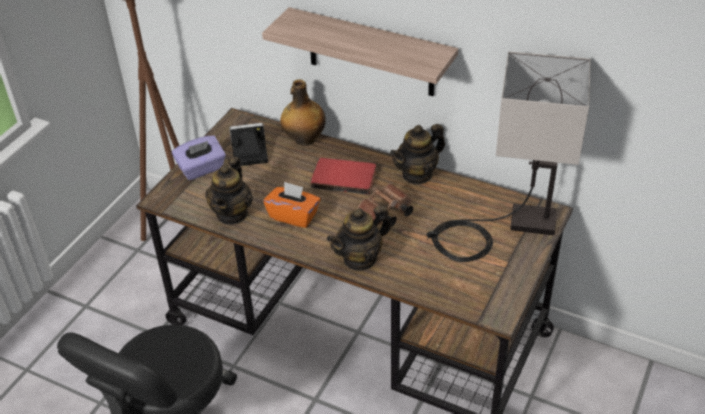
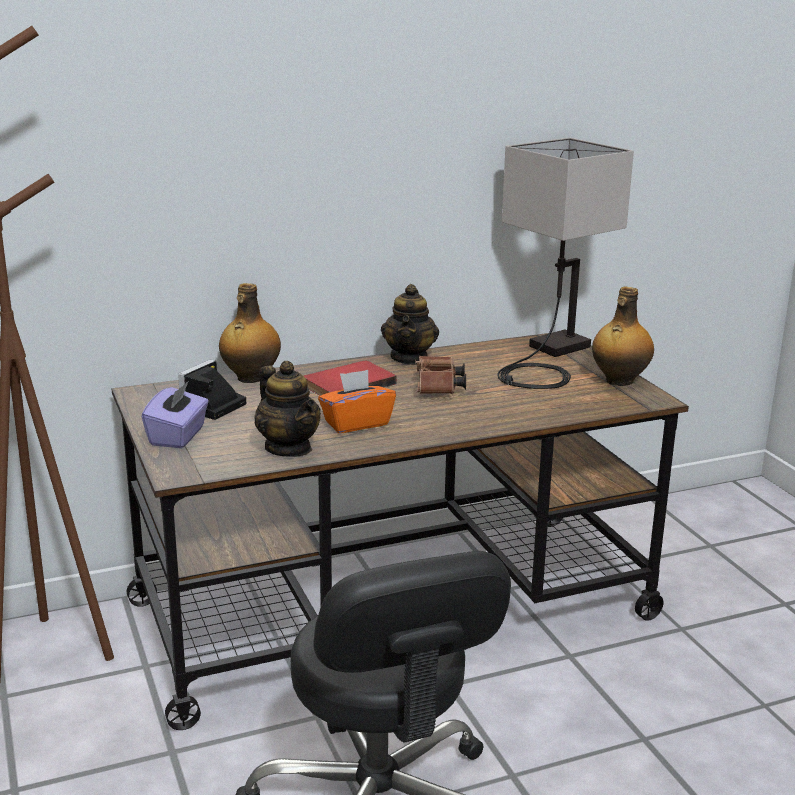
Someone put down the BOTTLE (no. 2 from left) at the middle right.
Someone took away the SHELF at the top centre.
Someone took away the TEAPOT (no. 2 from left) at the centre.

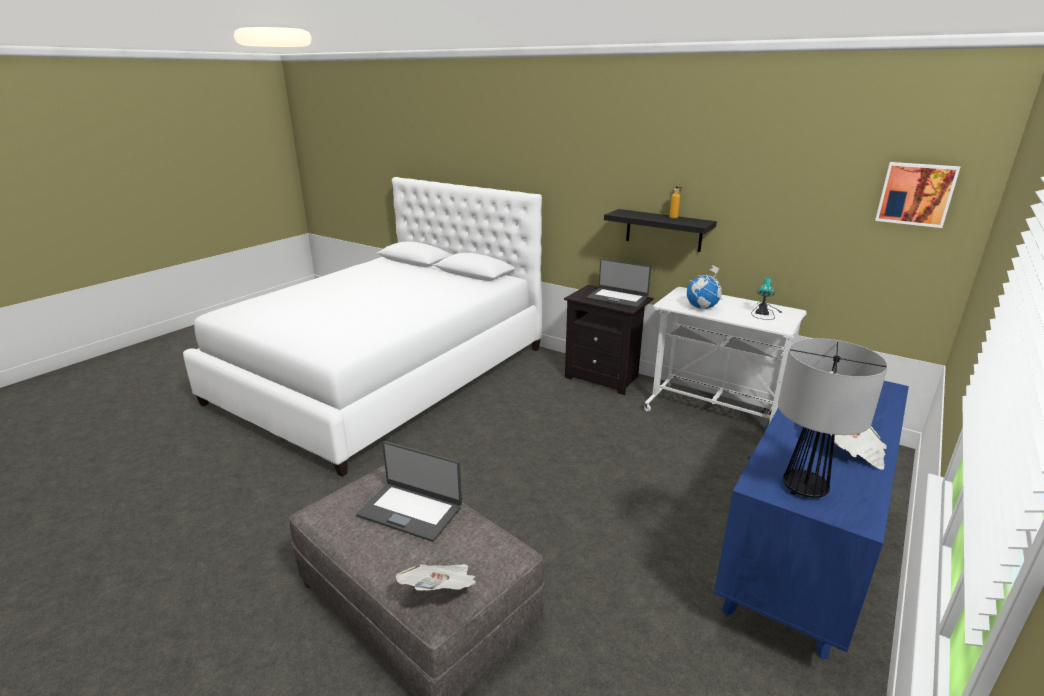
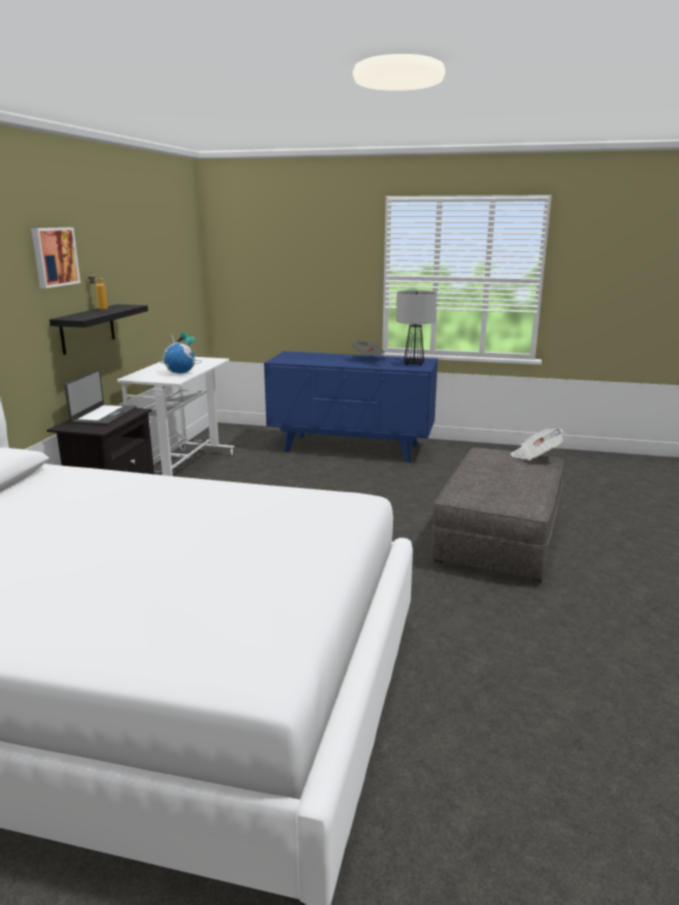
Someone carried the PICTURE from the top right to the top left.
Someone took away the LAPTOP (no. 1 from left) at the bottom centre.

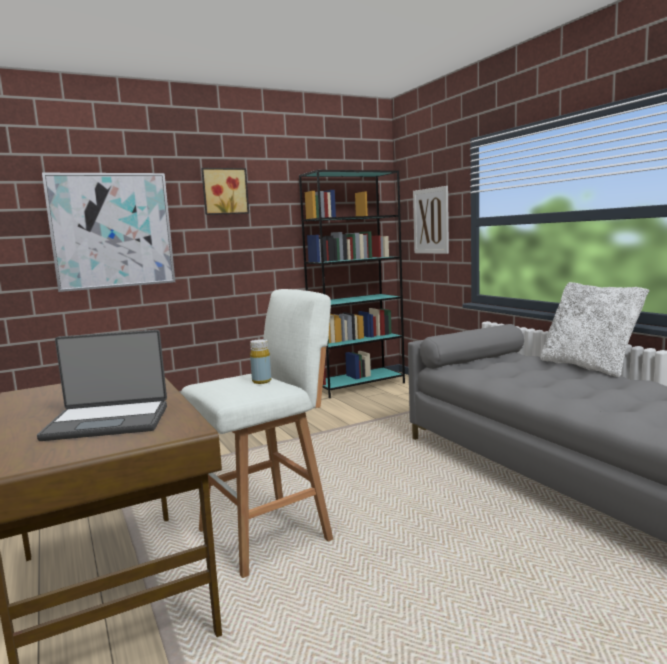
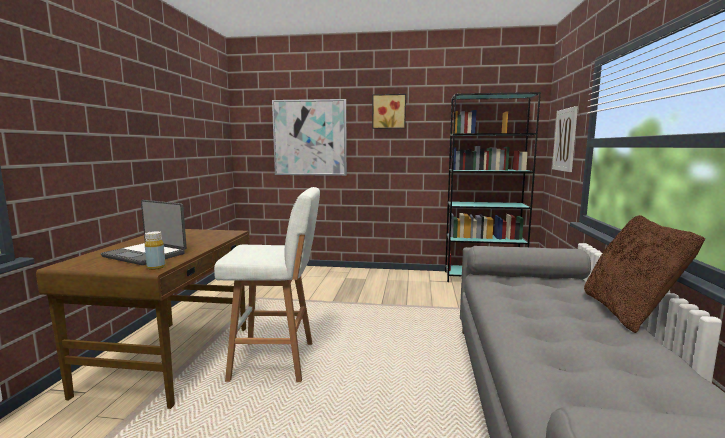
Someone carried the YELLOW BOTTLE from the centre to the middle left.
Someone repainted the WHITE PILLOW at the middle right, which became the BROWN PILLOW at the middle right.

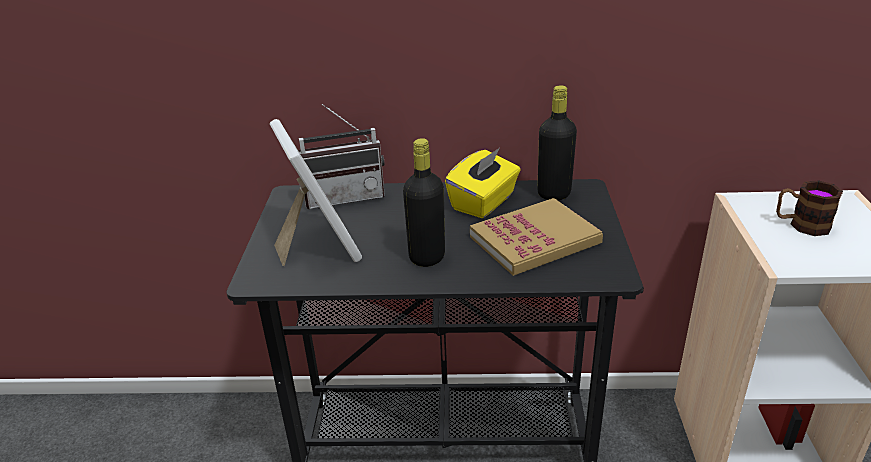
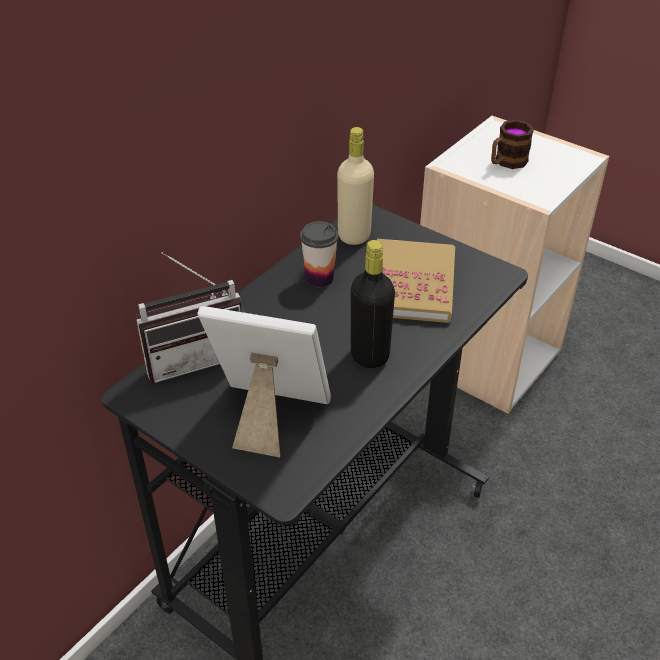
Someone rotated the RADIO at the centre by 45 degrees clockwise.
Someone swapped the YELLOW TISSUE BOX at the centre for the CUP at the centre.
Someone repainted the BLACK BOTTLE (no. 2 from left) at the top centre, which became the BEIGE BOTTLE at the top centre.

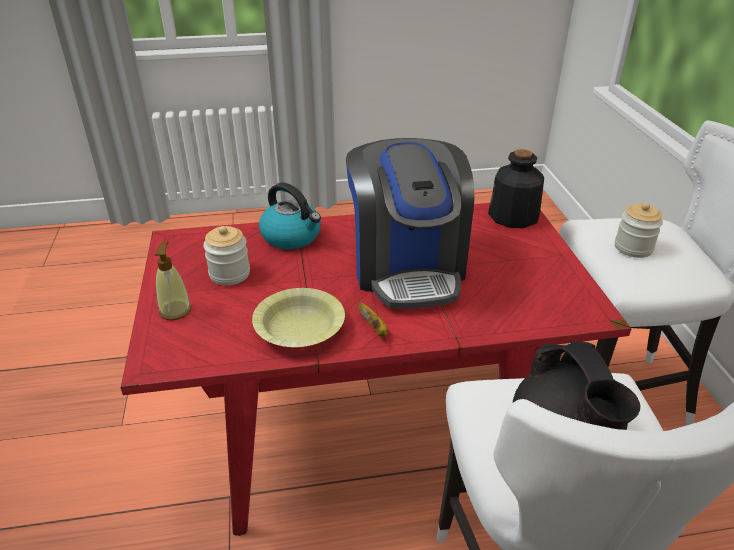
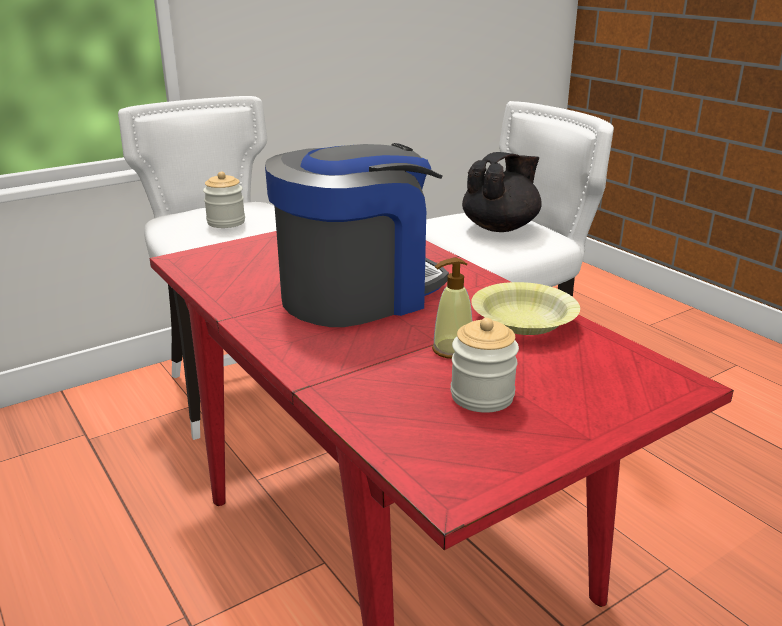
Someone carried the SOAP DISPENSER from the middle left to the centre.
Someone took away the KETTLE at the centre.
Someone took away the BANANA at the centre.
Someone took away the BOTTLE at the middle right.

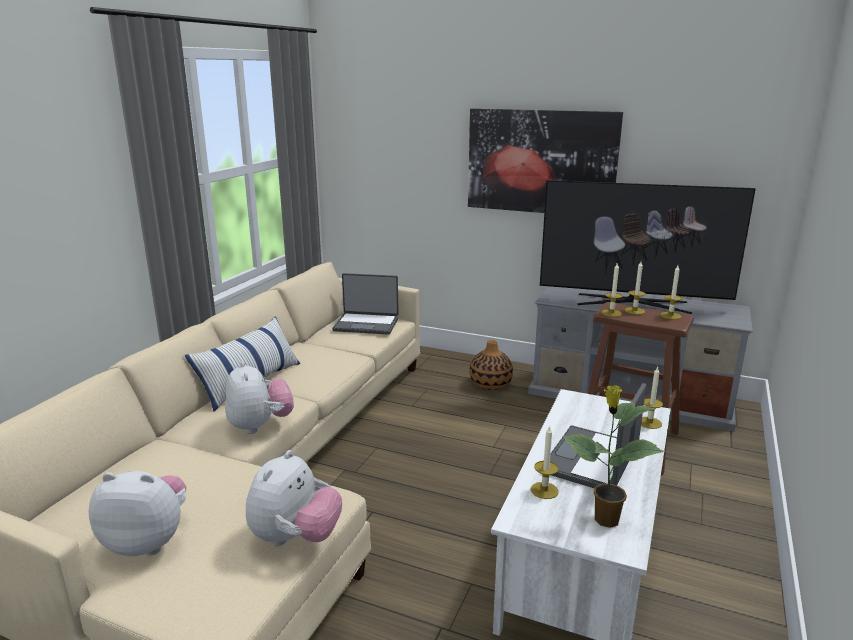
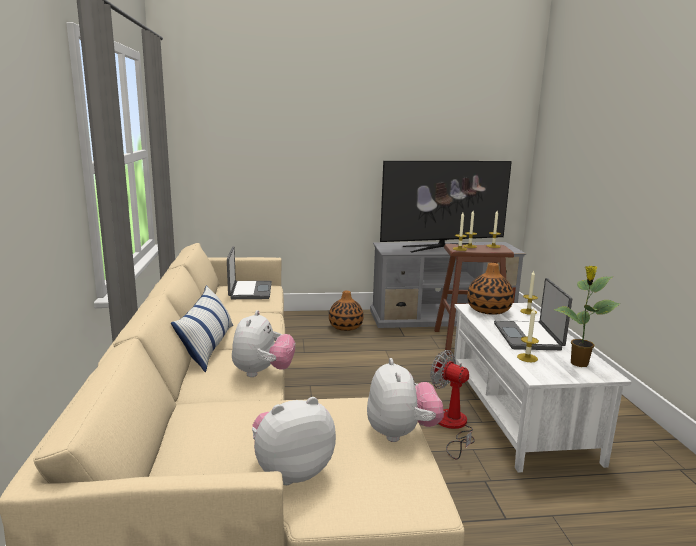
Someone rotated the LAPTOP (no. 1 from left) at the centre by 75 degrees counterclockwise.
Someone rotated the PLUSH TOY (no. 2 from left in the first image) at the middle left by 60 degrees clockwise.
Someone put down the FAN at the bottom centre.
Someone put down the VASE (no. 2 from left) at the middle right.
Someone took away the PICTURE at the top centre.

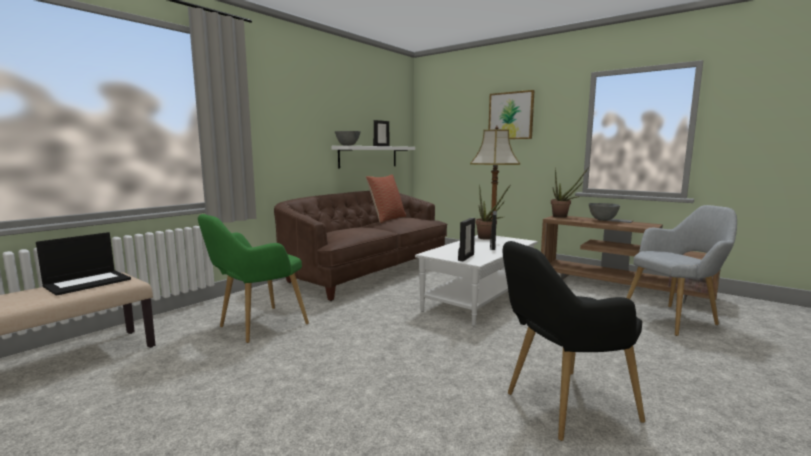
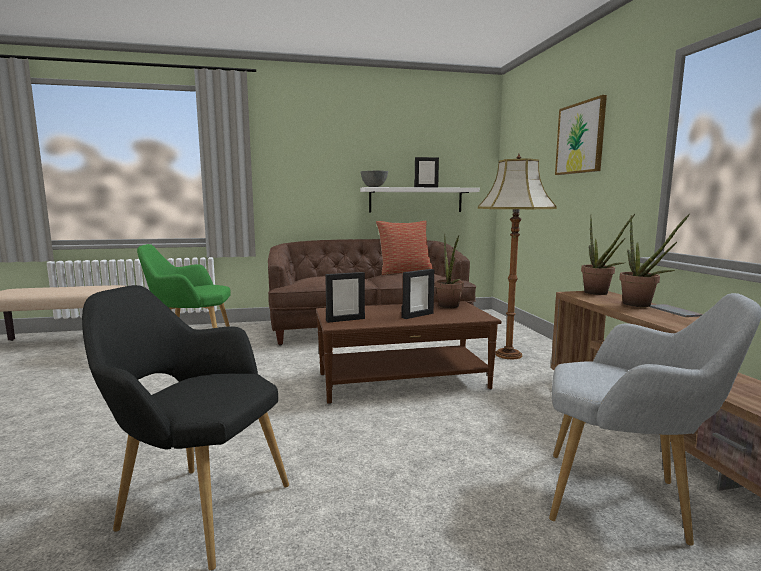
Someone repainted the WHITE COFFEE TABLE at the centre, which became the BROWN COFFEE TABLE at the centre.
Someone swapped the GREY BOWL (no. 2 from left) at the middle right for the POTTED PLANT (no. 3 from left) at the middle right.
Someone took away the LAPTOP at the middle left.

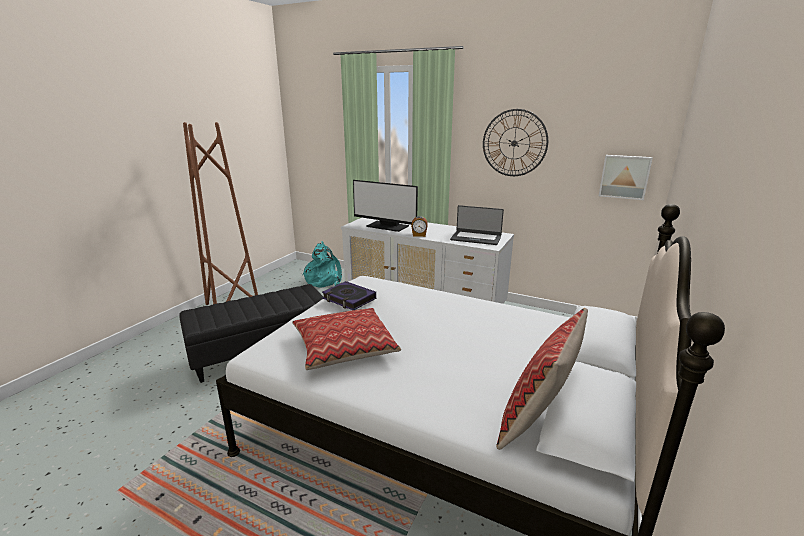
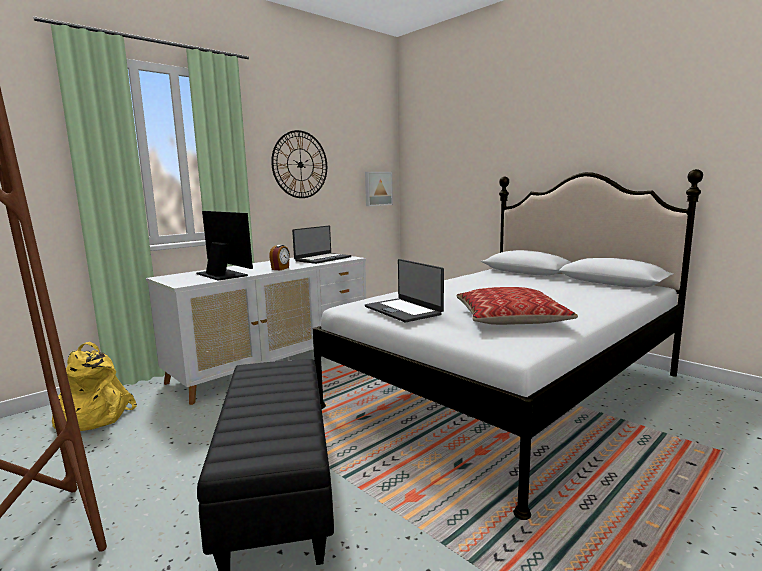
Someone repainted the TURQUOISE BACKPACK at the centre, which became the YELLOW BACKPACK at the bottom left.
Someone rotated the MONITOR at the centre by 90 degrees counterclockwise.
Someone swapped the BOOK at the centre for the LAPTOP (no. 2 from left) at the centre.
Someone took away the PILLOW (no. 2 from left) at the bottom right.

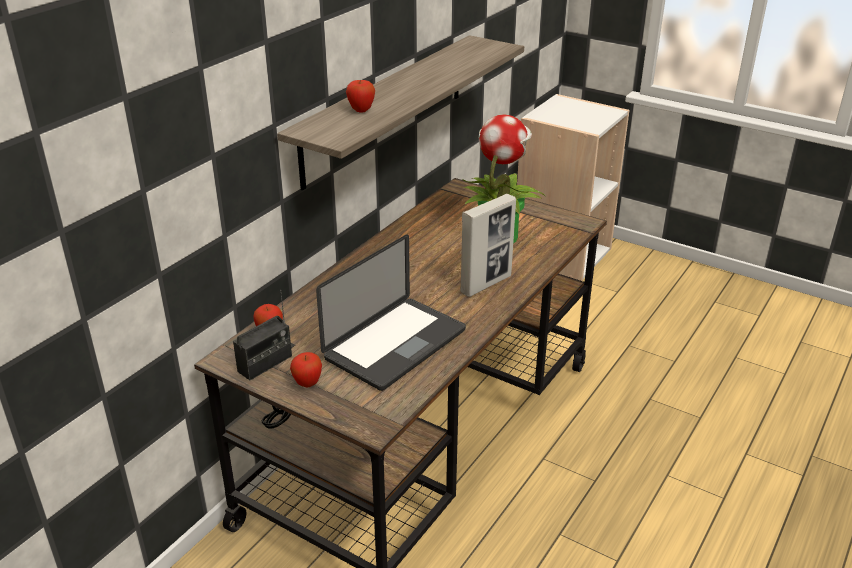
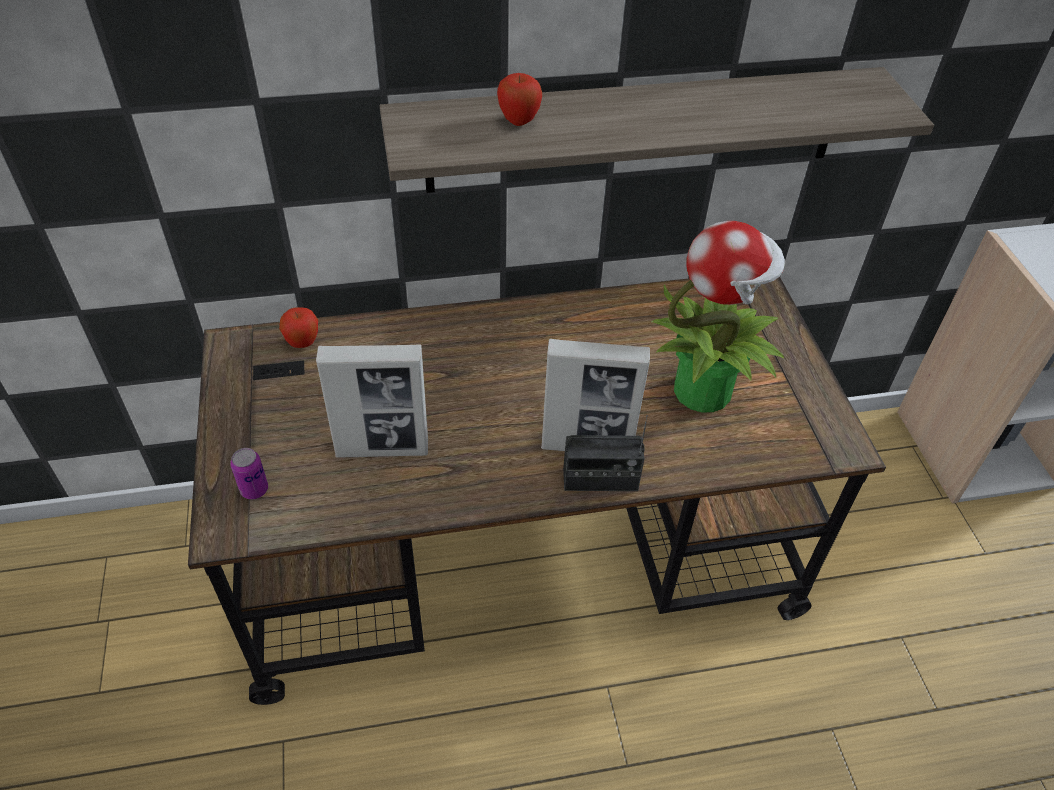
Someone put down the CAN at the middle left.
Someone swapped the LAPTOP at the centre for the PICTURE FRAME (no. 1 from left) at the centre.
Someone carried the RADIO from the middle left to the centre.
Someone took away the APPLE (no. 2 from left) at the centre.

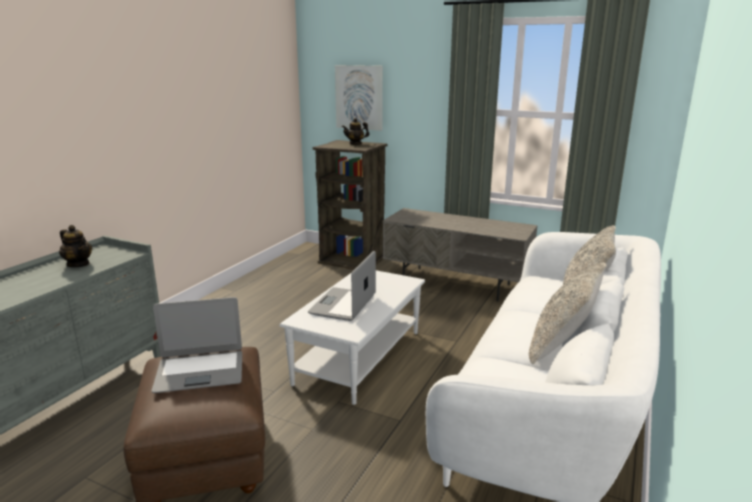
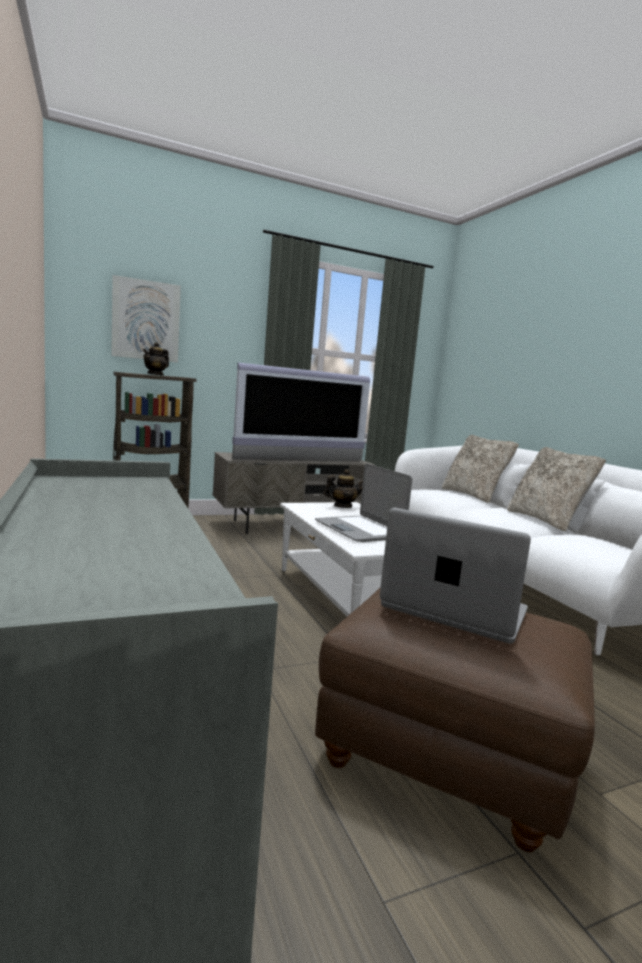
Someone put down the TELEVISION at the centre.
Someone carried the TEAPOT (no. 1 from left in the first image) from the middle left to the centre.
Someone rotated the LAPTOP (no. 1 from left in the first image) at the bottom left by 90 degrees counterclockwise.

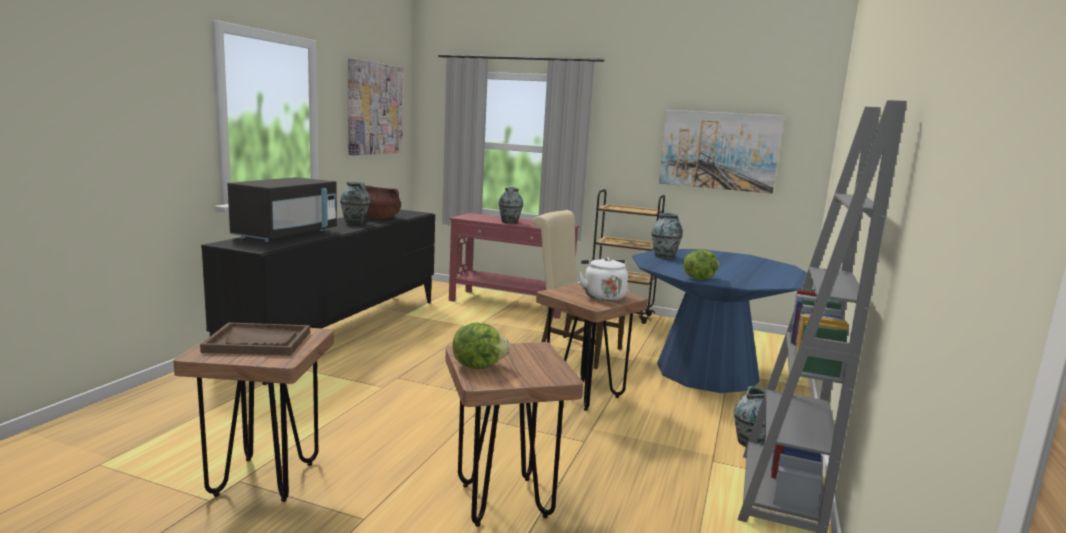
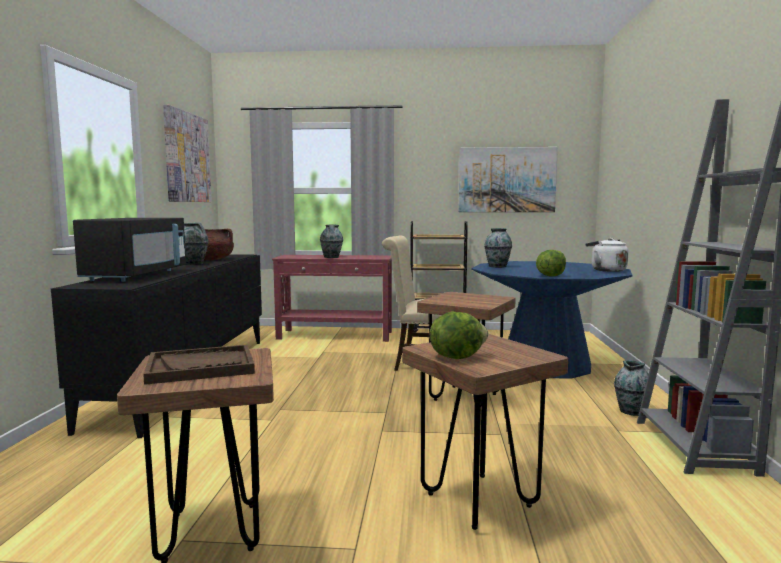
Someone carried the WHITE KETTLE from the centre to the middle right.

